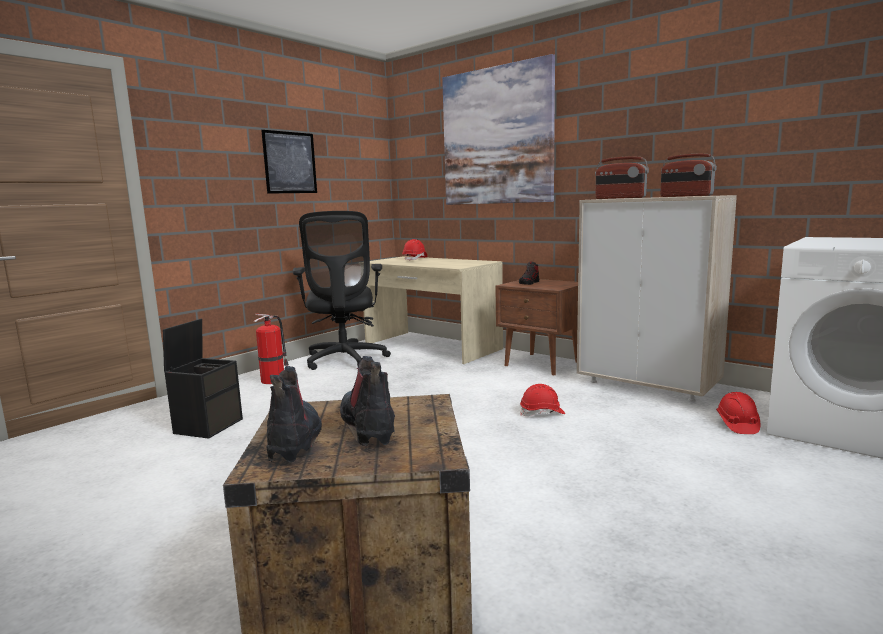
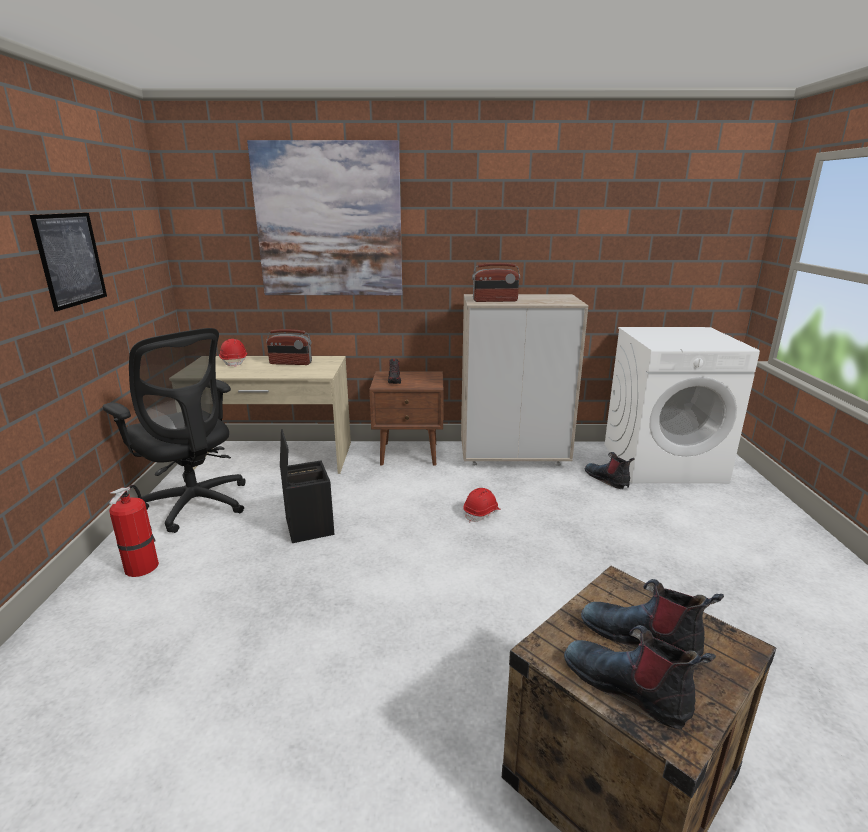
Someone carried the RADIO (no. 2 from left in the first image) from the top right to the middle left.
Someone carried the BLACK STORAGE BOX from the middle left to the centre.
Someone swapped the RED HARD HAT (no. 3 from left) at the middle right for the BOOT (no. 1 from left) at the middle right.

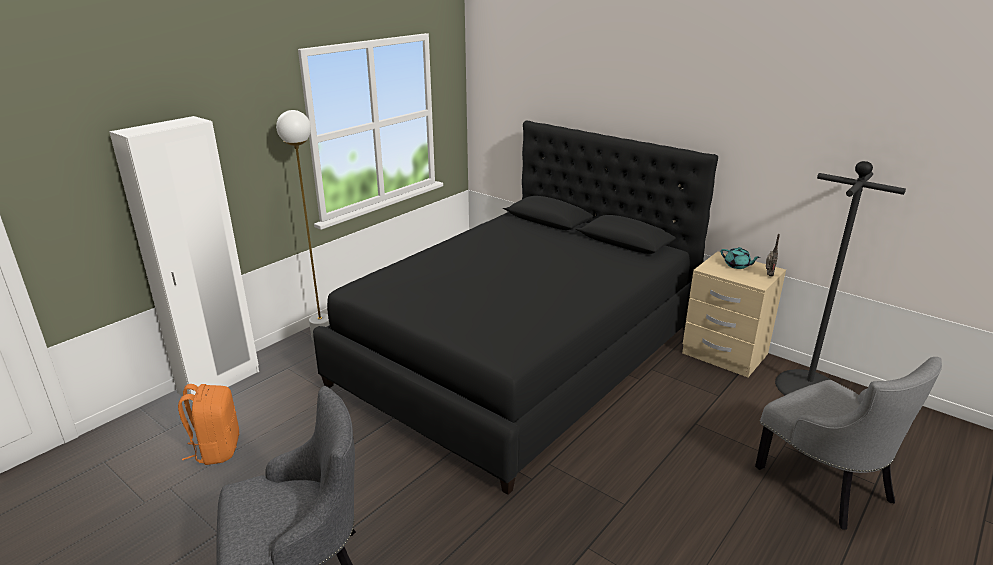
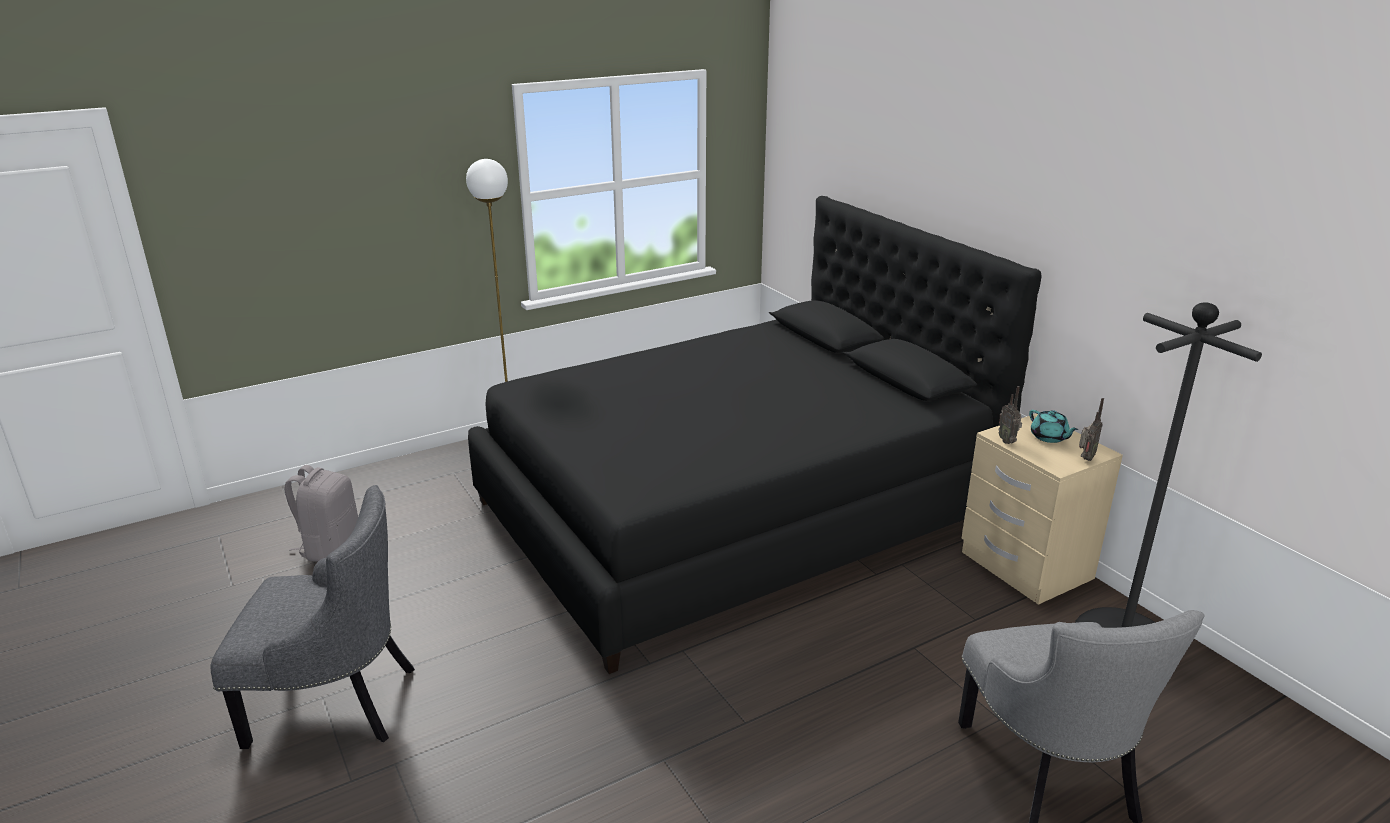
Someone repainted the ORANGE BACKPACK at the bottom left, which became the GREY BACKPACK at the middle left.
Someone put down the RADIO (no. 1 from left) at the middle right.
Someone took away the WHITE WARDROBE at the middle left.

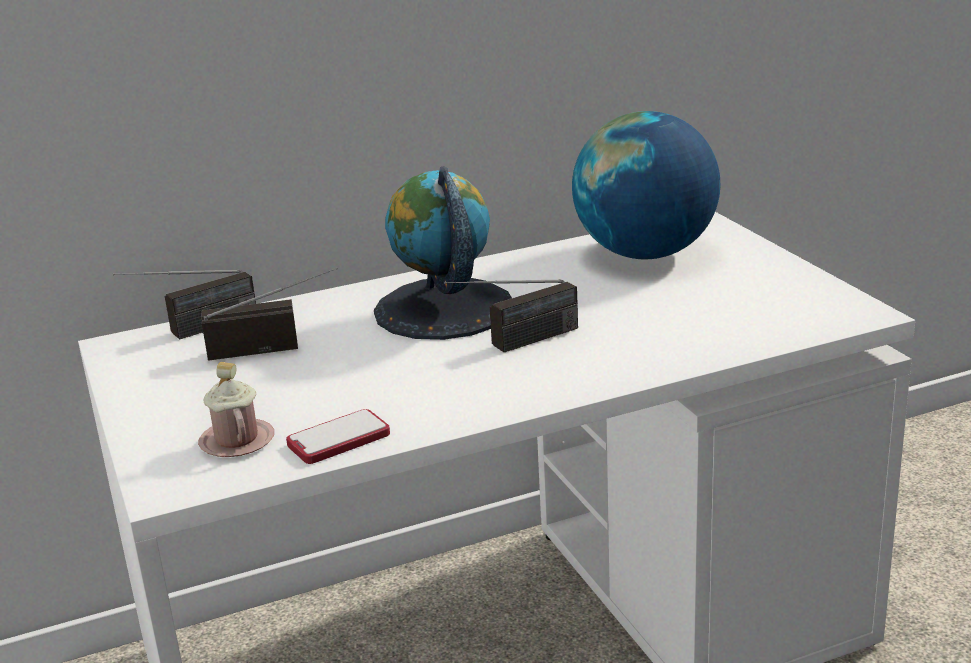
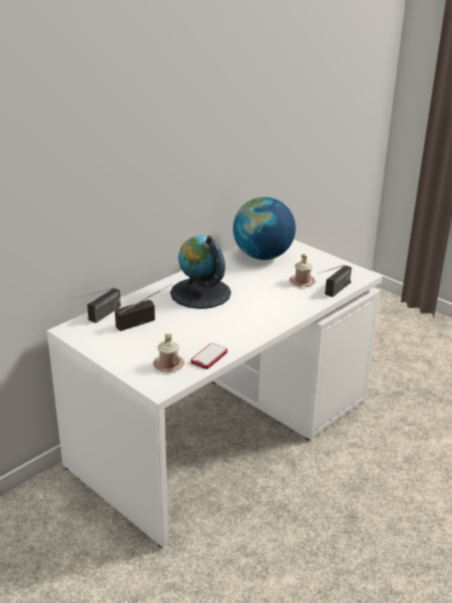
Someone put down the PINK MUG (no. 2 from left) at the middle right.
Someone carried the RADIO (no. 3 from left) from the centre to the middle right.

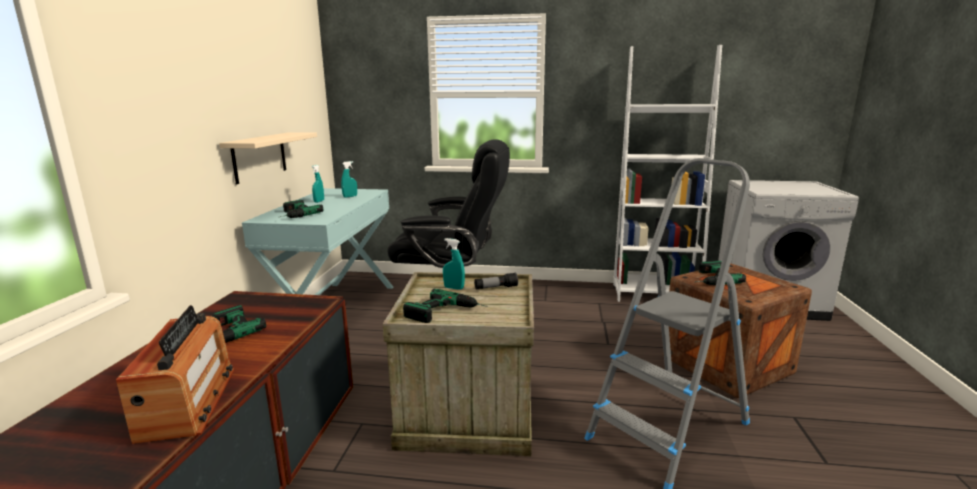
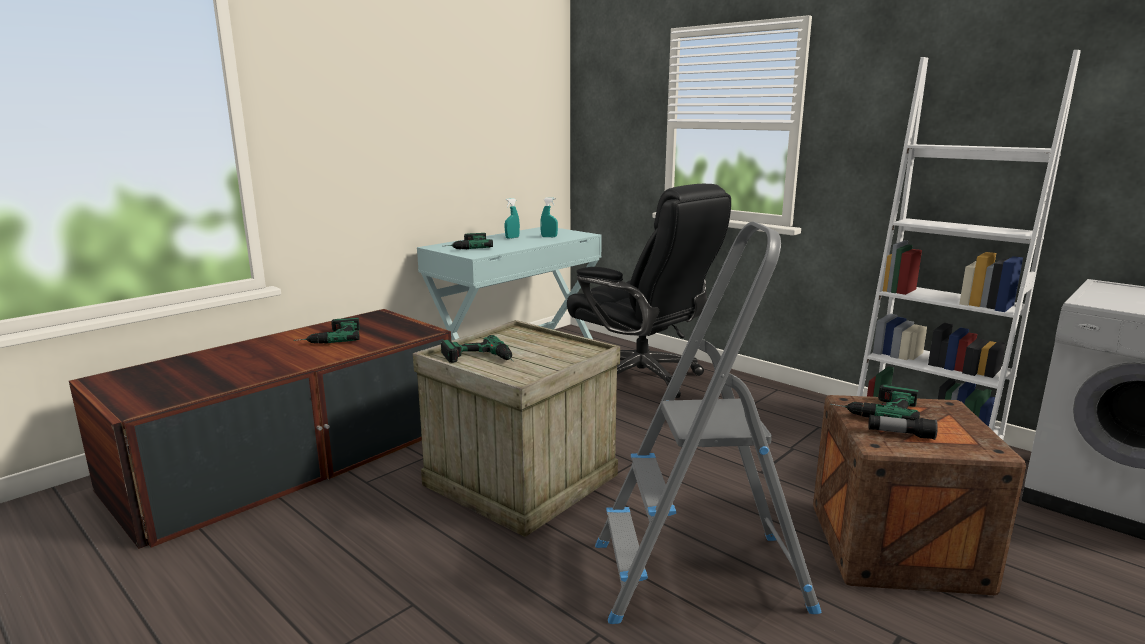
Someone carried the FLASHLIGHT from the centre to the middle right.
Someone took away the RADIO at the bottom left.
Someone took away the BEIGE SHELF at the top left.
Someone took away the TURQUOISE SPRAY BOTTLE (no. 3 from left) at the centre.

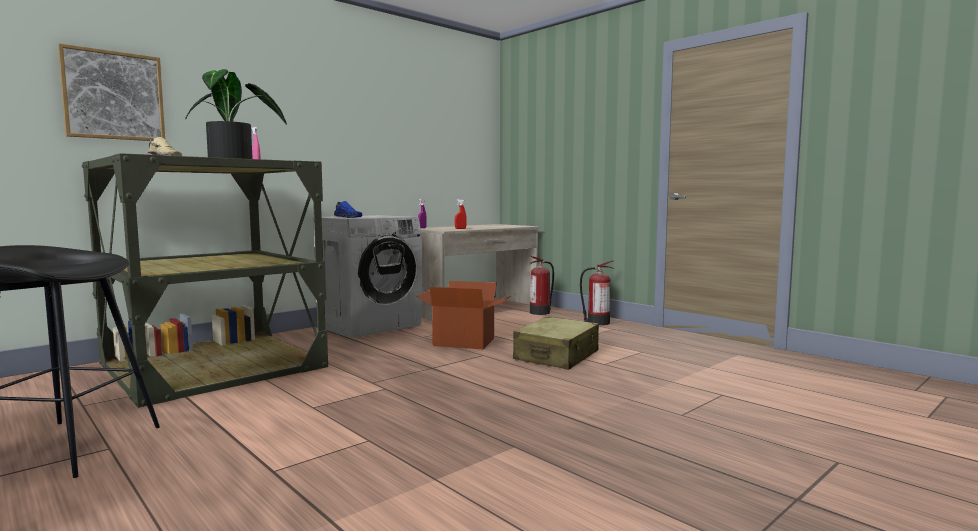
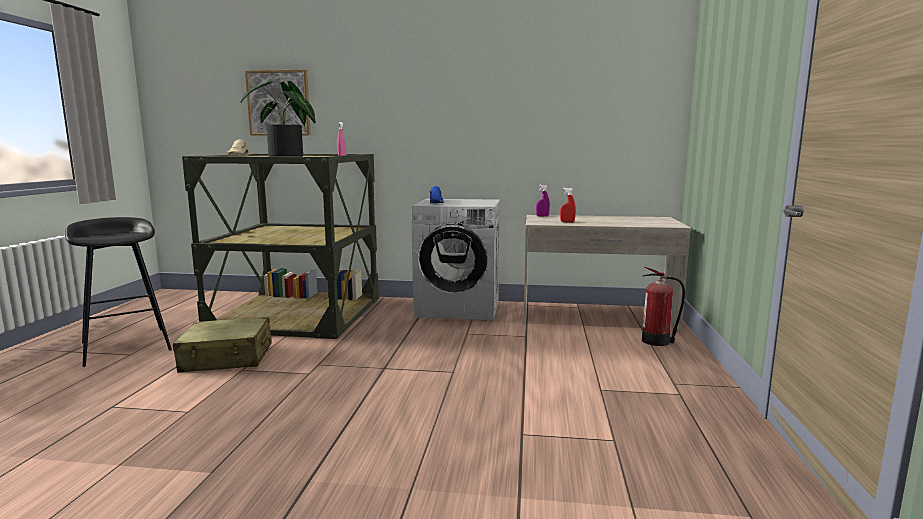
Someone carried the BEIGE SUITCASE from the centre to the middle left.
Someone took away the CARDBOARD BOX at the centre.
Someone took away the FIRE EXTINGUISHER (no. 2 from left) at the centre.

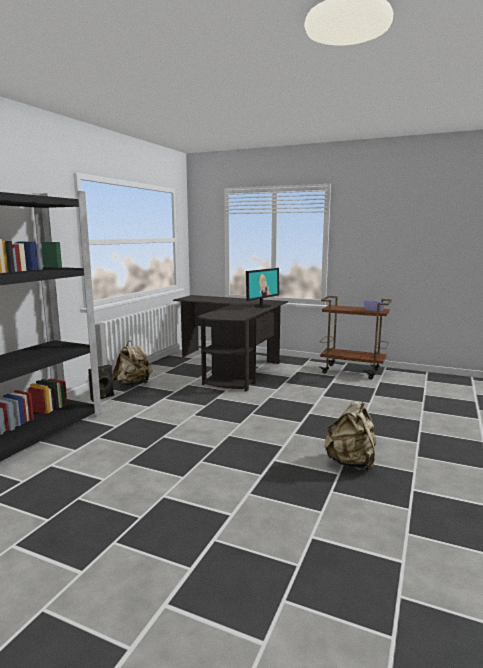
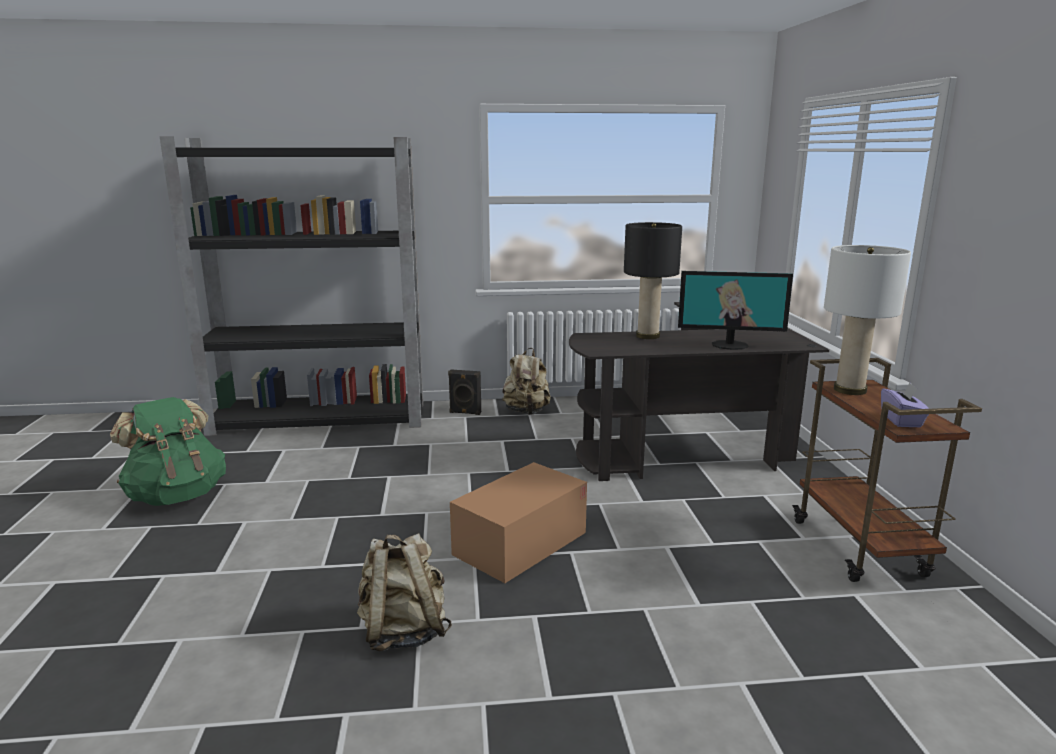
Someone put down the GREEN BACKPACK at the middle left.
Someone put down the CARDBOARD BOX at the bottom centre.
Someone put down the BLACK TABLE LAMP at the centre.
Someone put down the WHITE TABLE LAMP at the middle right.

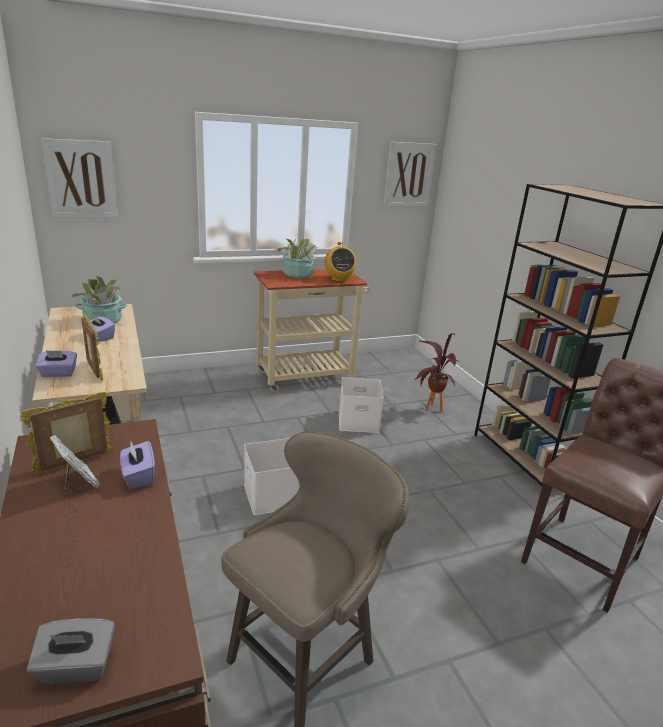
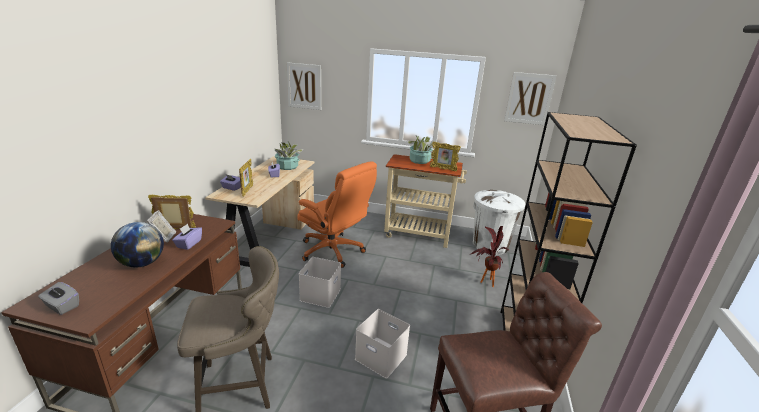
Someone put down the GLOBE at the middle left.
Someone put down the ORANGE OFFICE CHAIR at the centre.
Someone carried the WHITE STORAGE BOX (no. 2 from left) from the centre to the bottom centre.
Someone swapped the RADIO at the centre for the PICTURE FRAME (no. 4 from left) at the centre.
Someone put down the WHITE TRASH CAN at the centre.

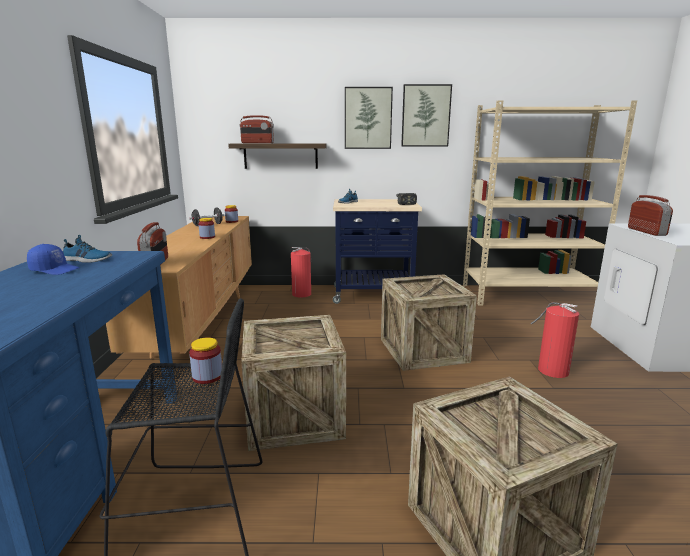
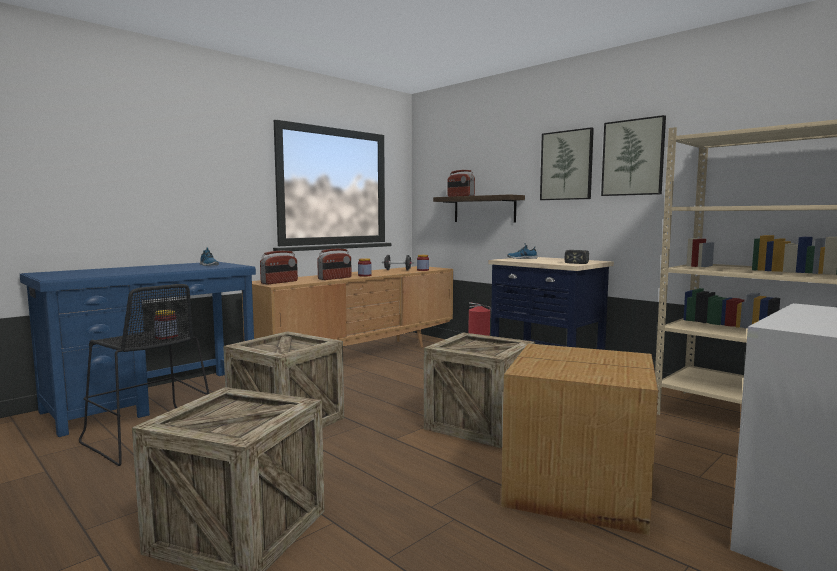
Someone carried the RADIO (no. 3 from left in the first image) from the middle right to the centre.
Someone swapped the FIRE EXTINGUISHER (no. 2 from left) at the middle right for the CARDBOARD BOX at the bottom right.
Someone took away the BLUE CAP at the middle left.

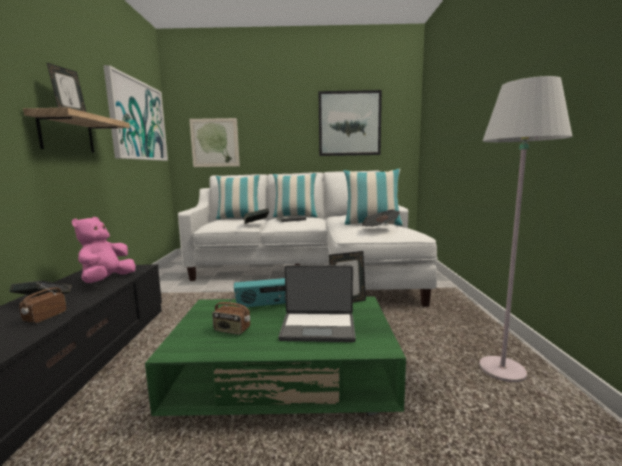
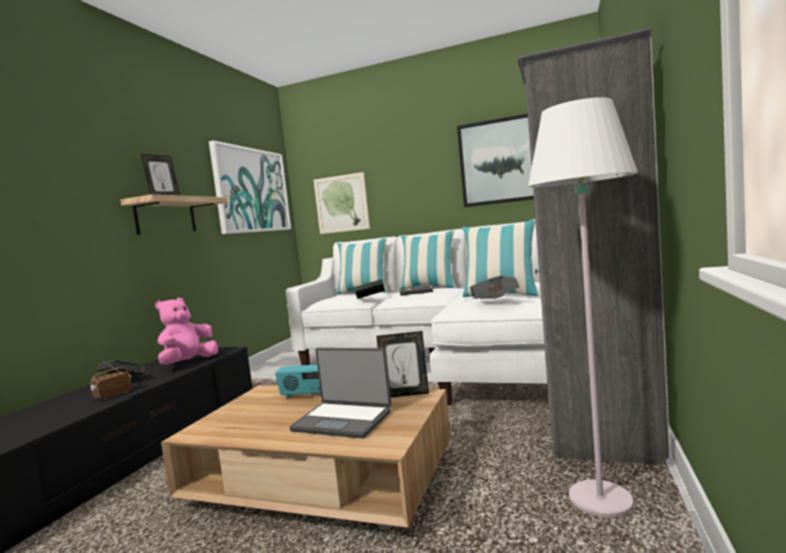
Someone repainted the GREEN COFFEE TABLE at the bottom centre, which became the BROWN COFFEE TABLE at the bottom centre.
Someone put down the GREY CABINET at the middle right.
Someone took away the RADIO (no. 2 from left) at the bottom centre.

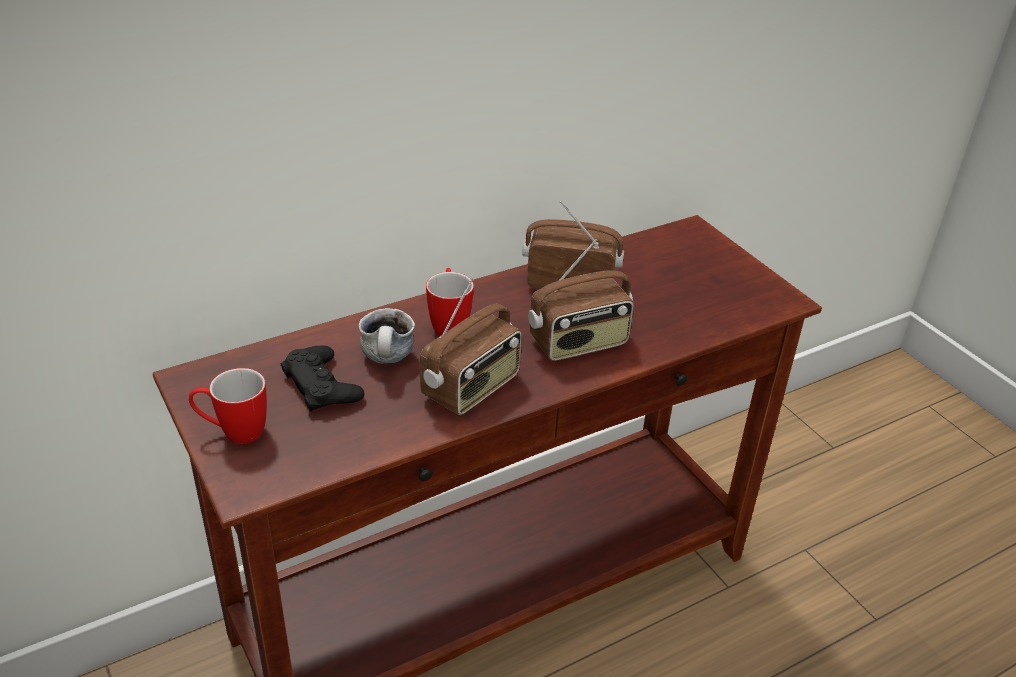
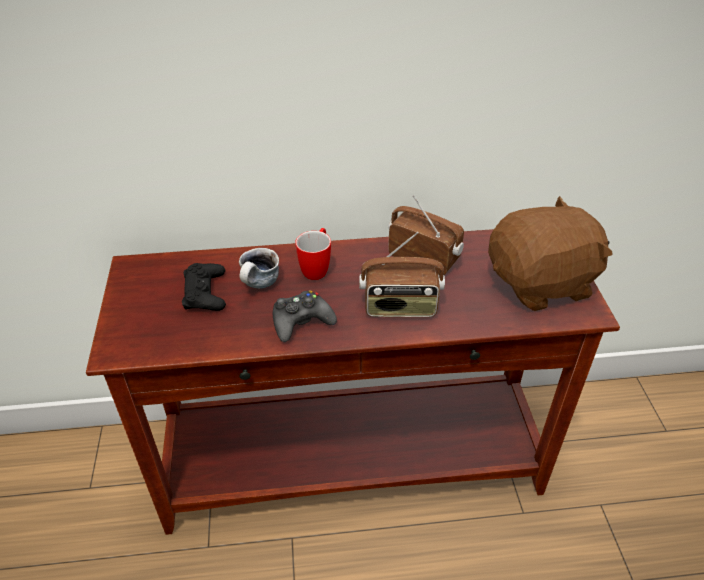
Someone swapped the RADIO (no. 1 from left) at the centre for the BLACK GAME CONTROLLER (no. 2 from left) at the centre.
Someone put down the BROWN PLUSH TOY at the middle right.
Someone took away the MUG (no. 1 from left) at the middle left.

